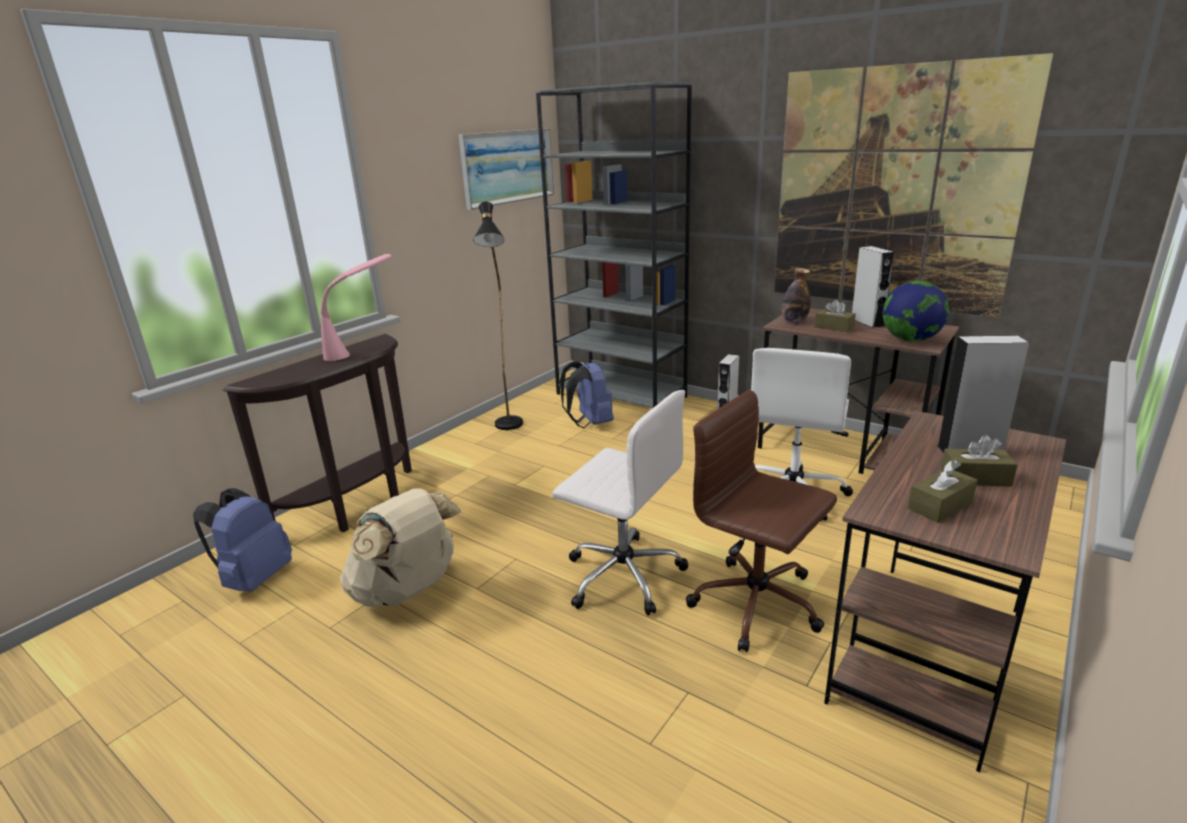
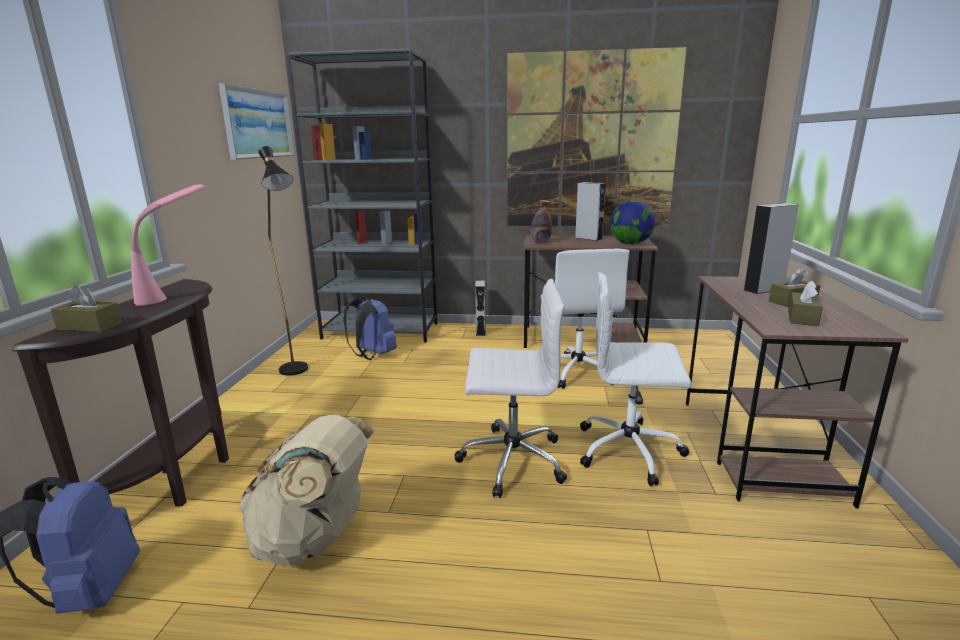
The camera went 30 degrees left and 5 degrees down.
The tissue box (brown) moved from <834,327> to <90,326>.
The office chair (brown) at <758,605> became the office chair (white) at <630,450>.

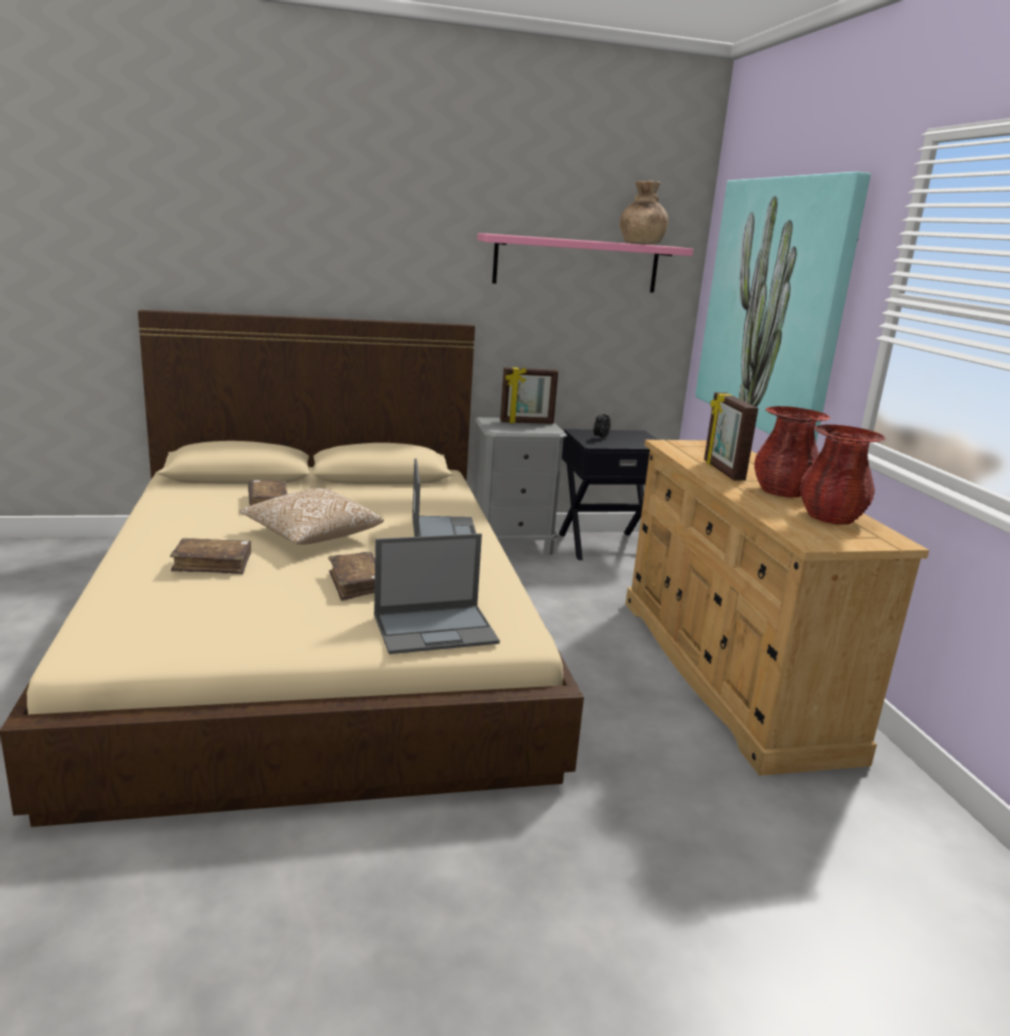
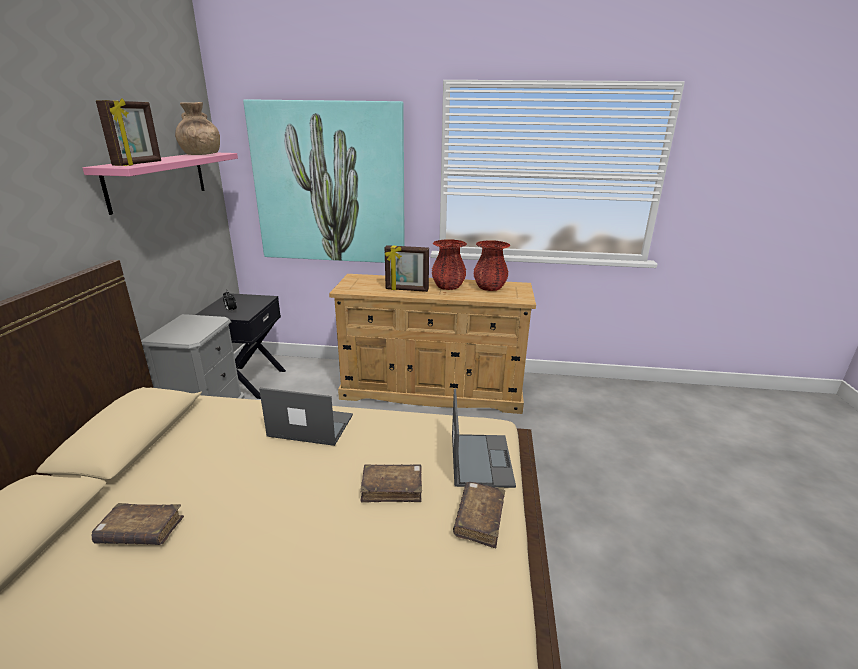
The camera went 70 degrees left and 5 degrees up.
The picture frame moved from <527,423> to <139,164>.
The volume (brown) moved from <213,564> to <479,519>.
The pillow at <311,536> disappeared.

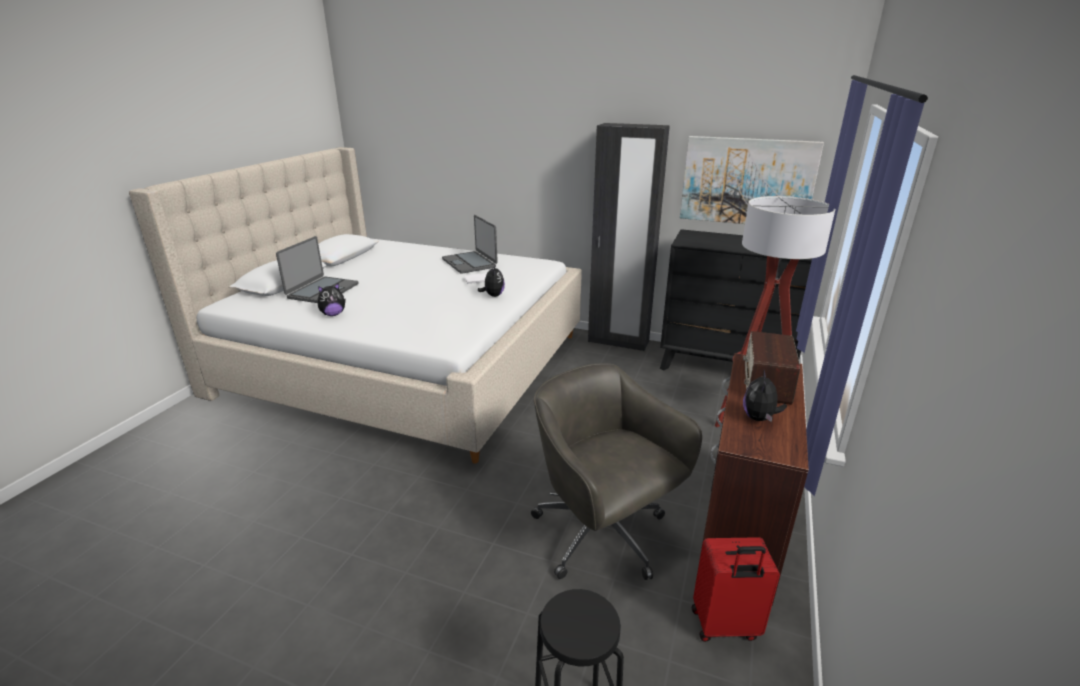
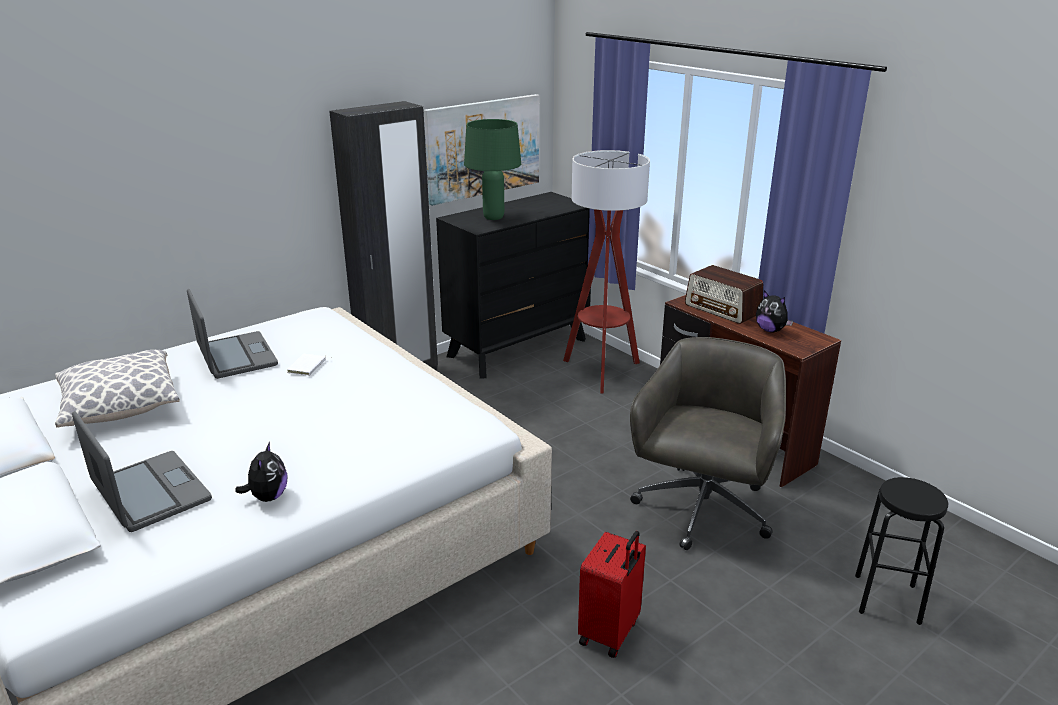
The camera went 60 degrees left and 0 degrees up.
The pillow at <120,407> appeared.
The laptop at <470,263> turned 120 degrees counterclockwise.
The table lamp (greenish) at <493,217> appeared.
The piece of luggage (red-coloured) moved from <725,626> to <610,633>.
The office chair (grey) at <603,536> turned 120 degrees clockwise.
The cuddly toy at <493,295> disappeared.

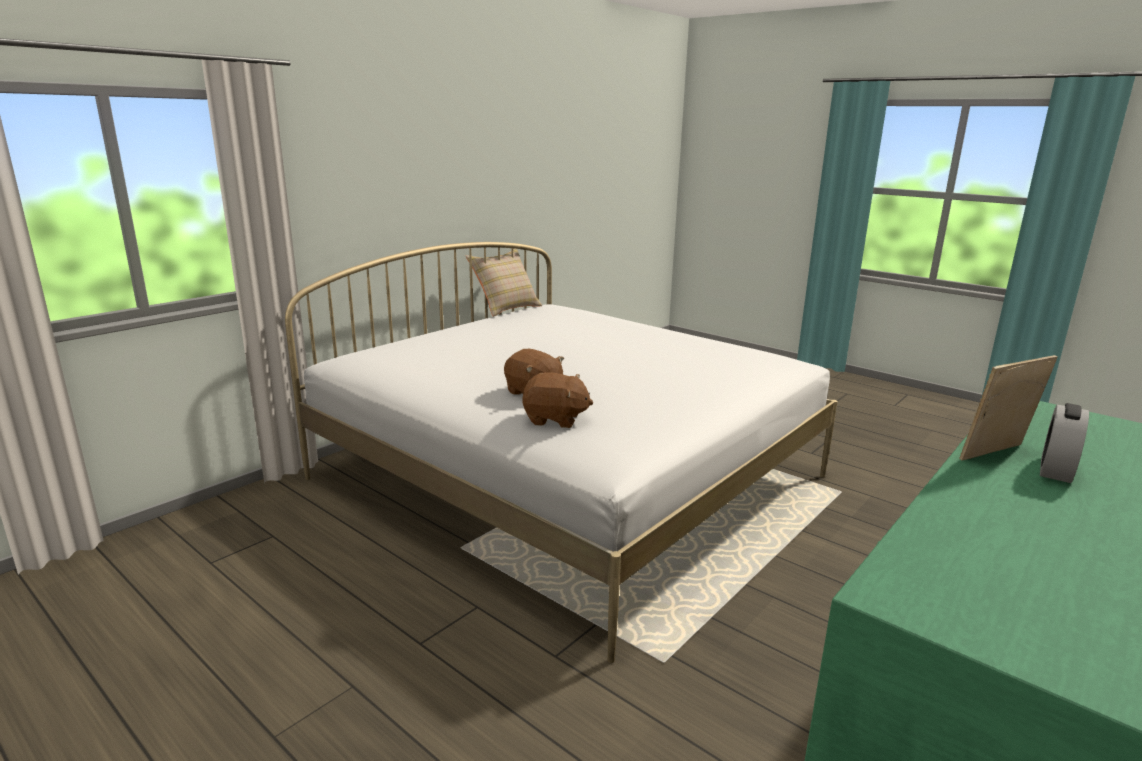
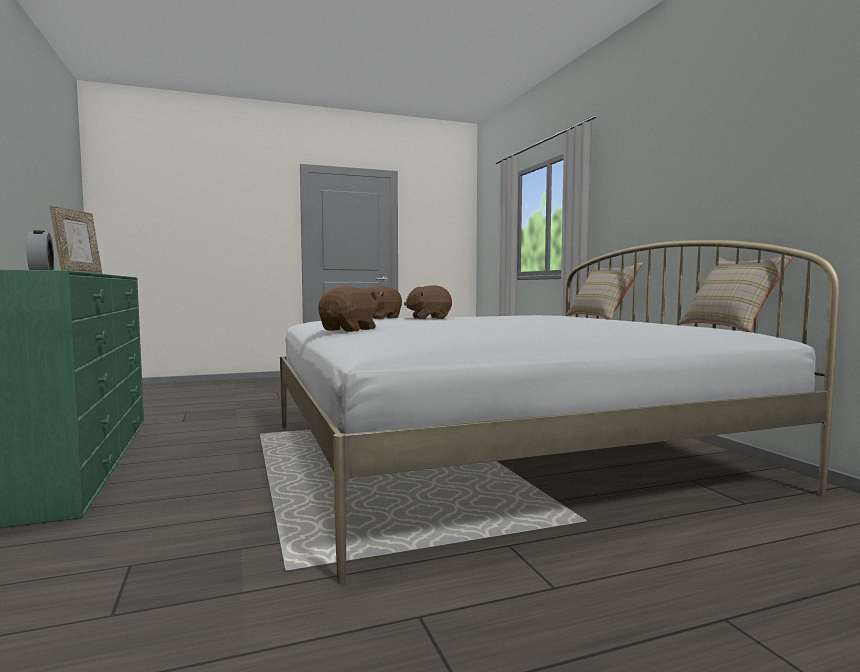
The camera went 120 degrees right and 15 degrees down.
The cuddly toy (brown) at <350,330> appeared.
The pillow (beige-coloured) at <601,317> appeared.

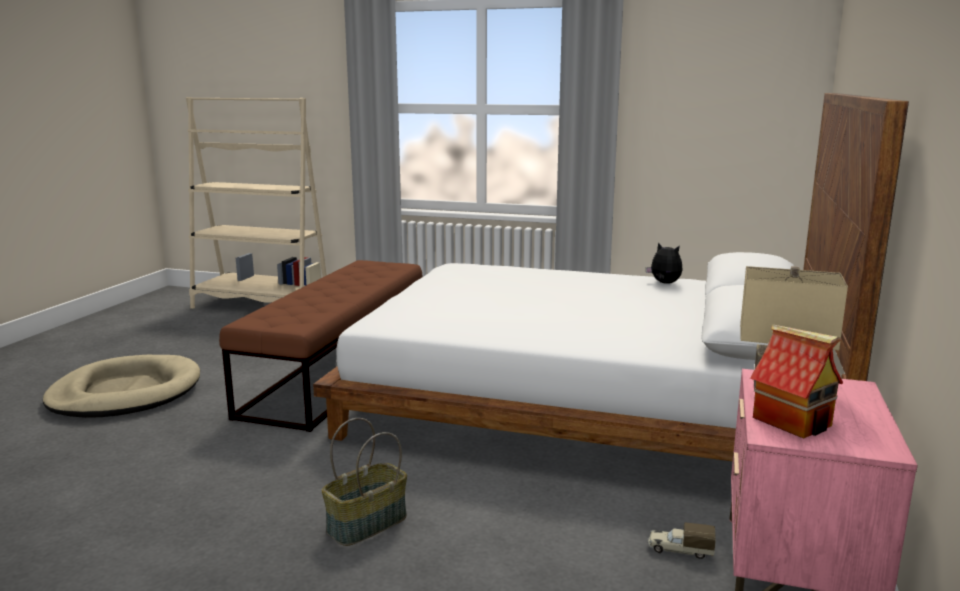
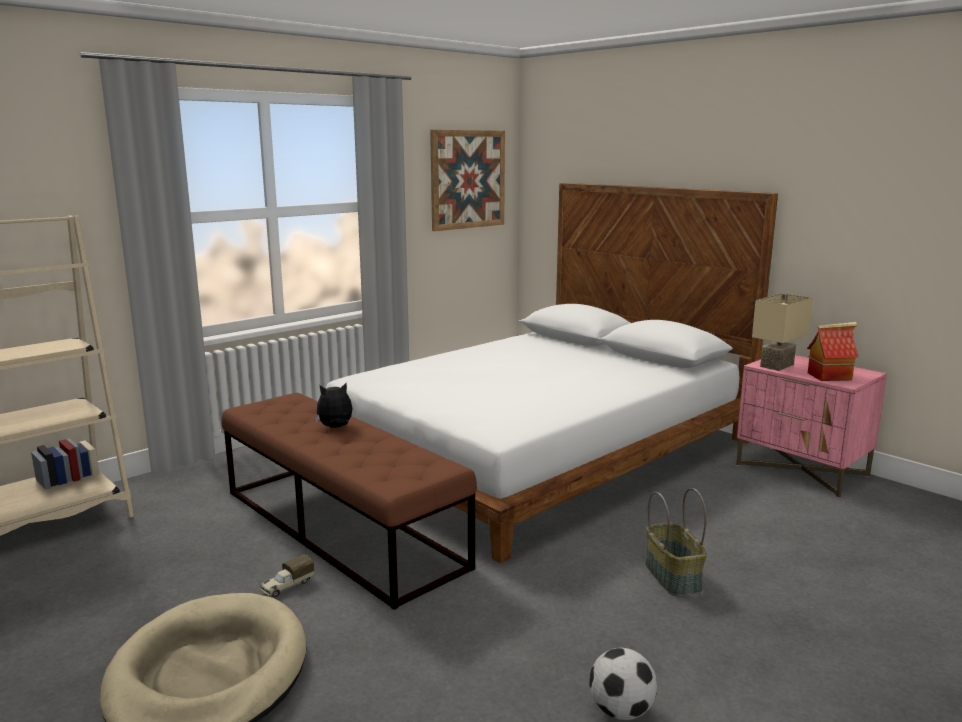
The camera went 60 degrees left and 0 degrees up.
The toy lorry moved from <680,550> to <287,586>.
The cuddly toy moved from <664,283> to <335,427>.
The picture at <468,179> appeared.
The football at <621,711> appeared.

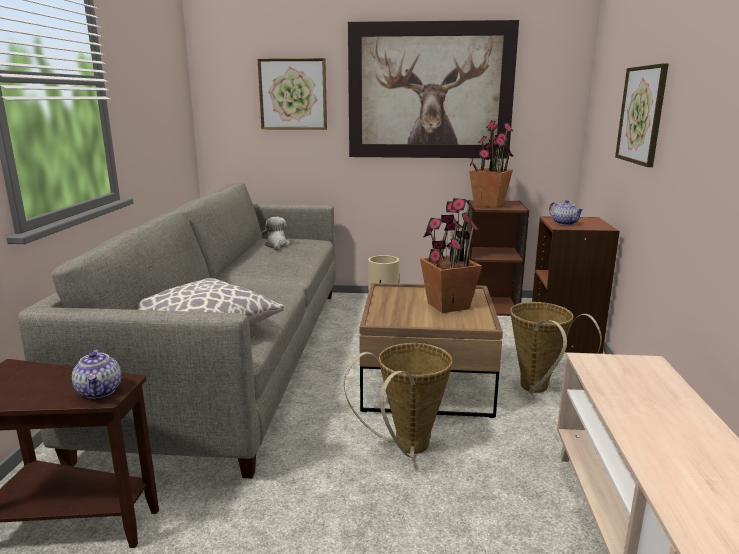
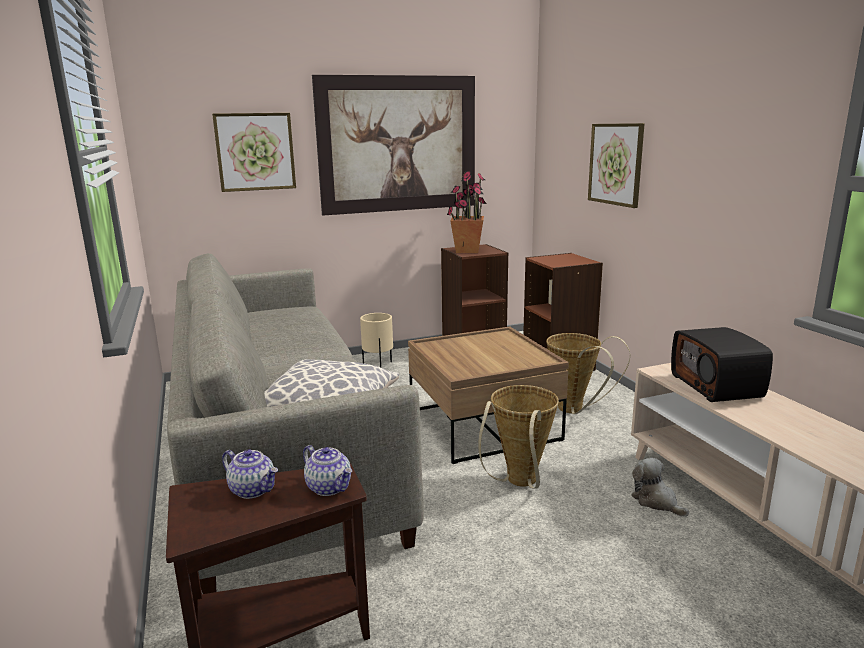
The camera went 25 degrees left and 0 degrees up.
The tea pot moved from <565,223> to <253,490>.
The cuddly toy moved from <276,245> to <656,501>.
The radio set at <717,386> appeared.
The houseplant at <447,305> disappeared.

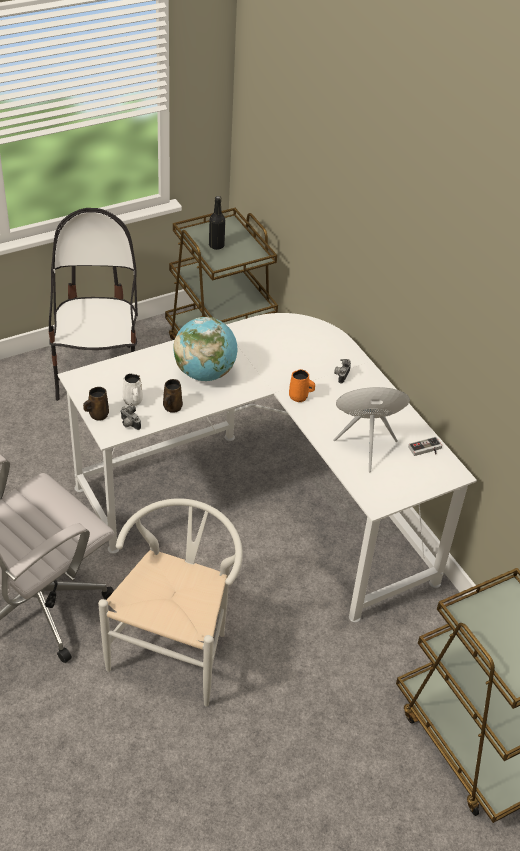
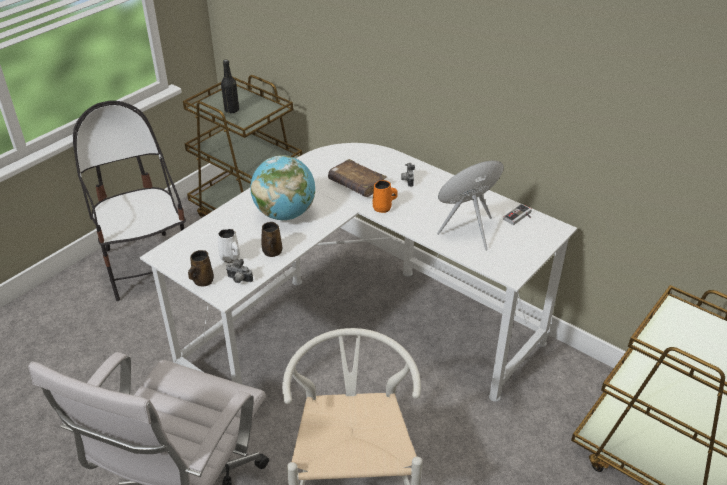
The camera went 20 degrees left and 5 degrees down.
The volume (brown) at <357,184> appeared.

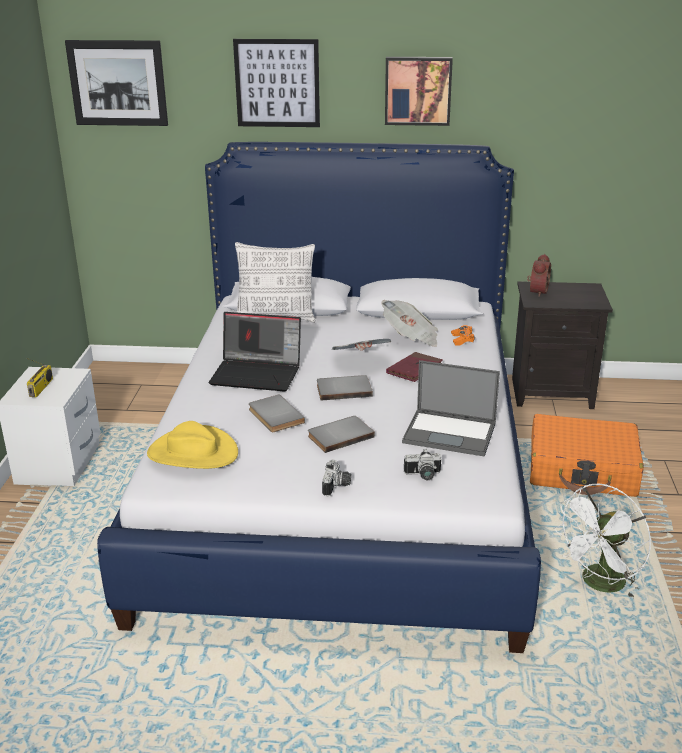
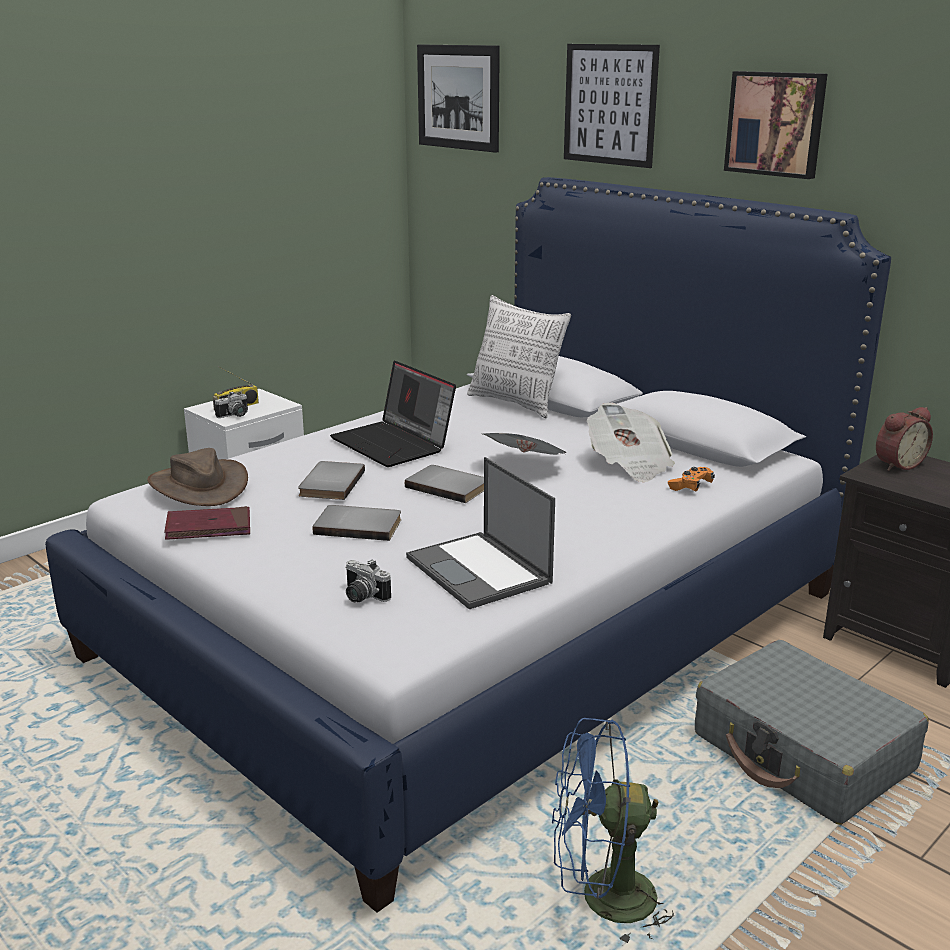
The camera went 40 degrees right and 5 degrees down.
The hat (yellowish) at <192,453> became the hat (brown) at <198,486>.
The volume (red-coloured) moved from <414,369> to <209,528>.
The still camera moved from <337,486> to <235,416>.
The fan (white) at <599,585> became the fan (bluish) at <602,900>.
The piece of luggage (orangey) at <582,470> became the piece of luggage (grey) at <803,752>.

